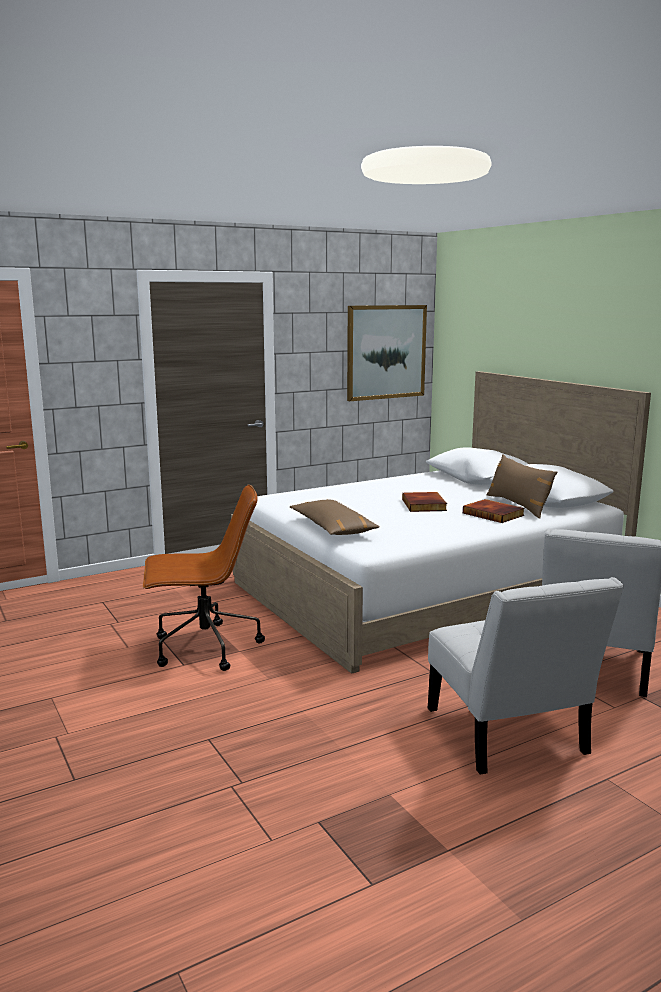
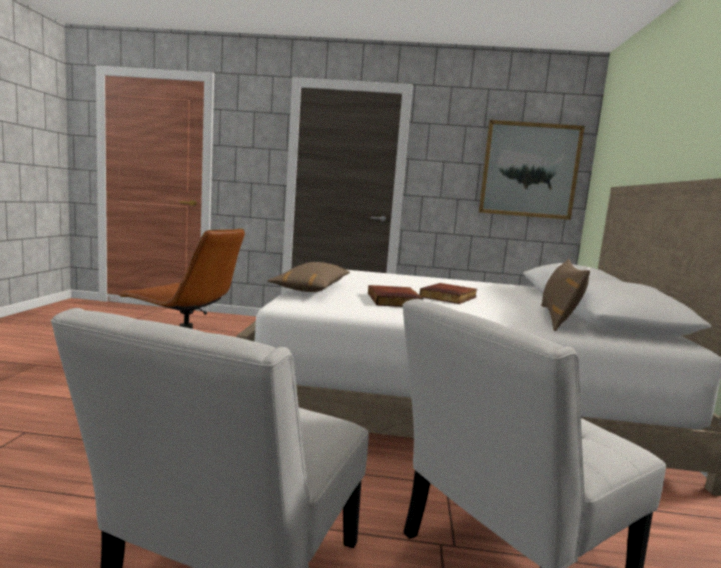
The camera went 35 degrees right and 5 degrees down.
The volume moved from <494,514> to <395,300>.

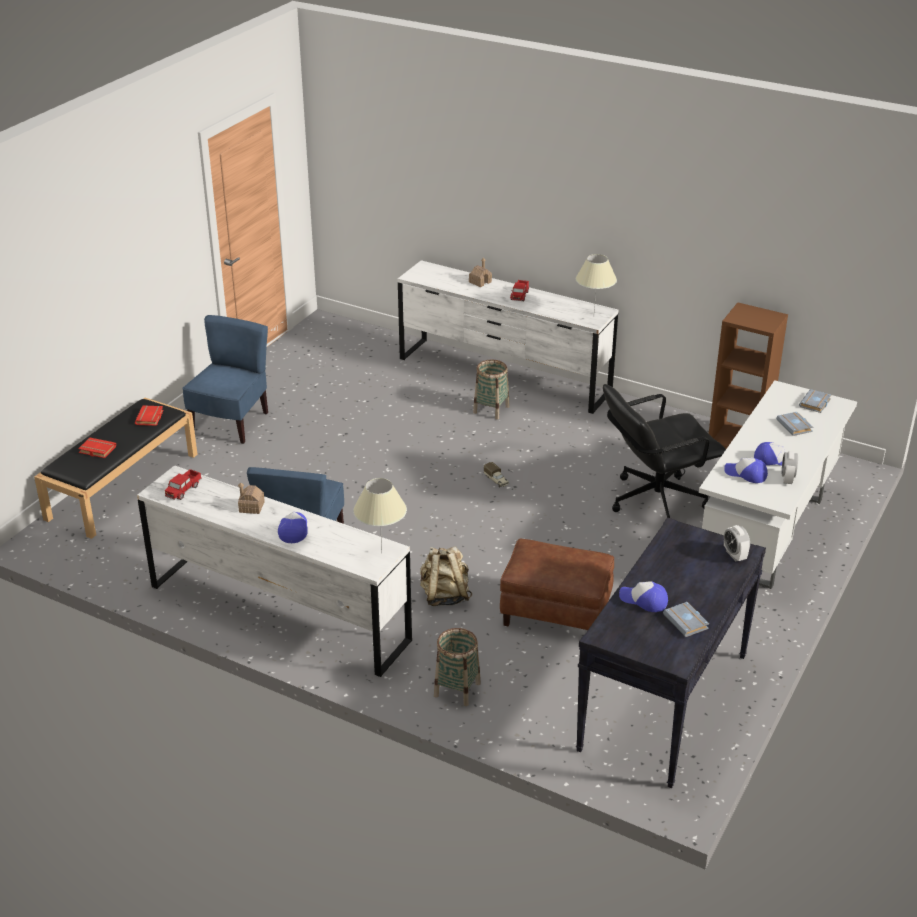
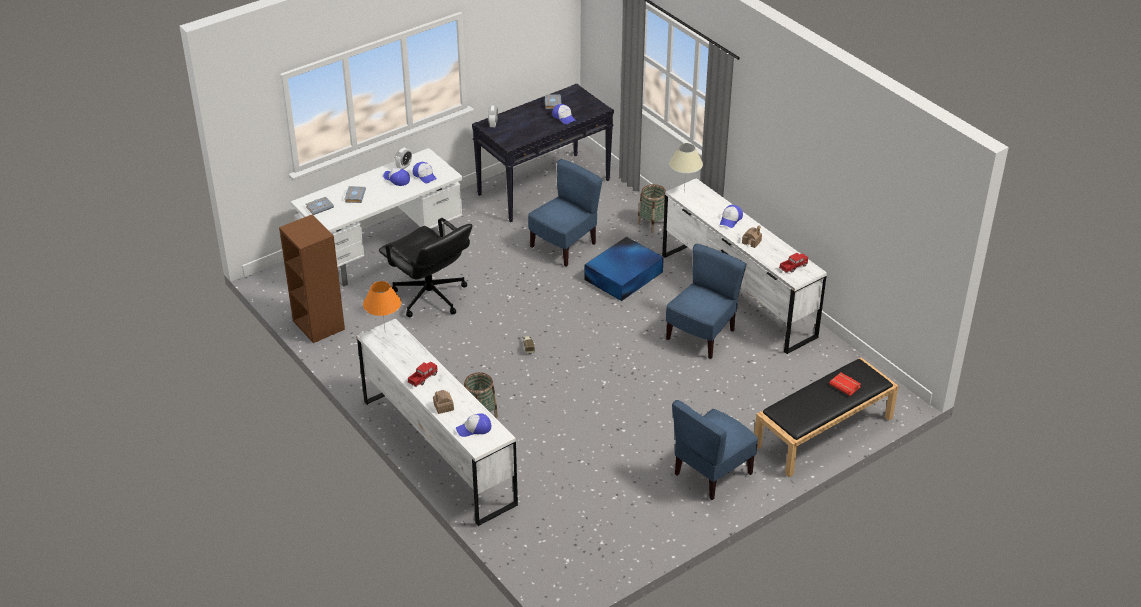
The camera went 155 degrees left and 5 degrees up.
The table lamp (beige-coloured) at <594,316> became the table lamp (orangey) at <385,333>.
The office chair (black) at <655,500> turned 45 degrees clockwise.
The baseball cap at <474,429> appeared.
The footrest (brown) at <555,613> was replaced by the chair (bluish) at <564,246>.
The backpack (beige-coloured) at <444,596> was replaced by the storage container (bluish) at <624,275>.
The volume (red-coloured) at <150,418> disappeared.

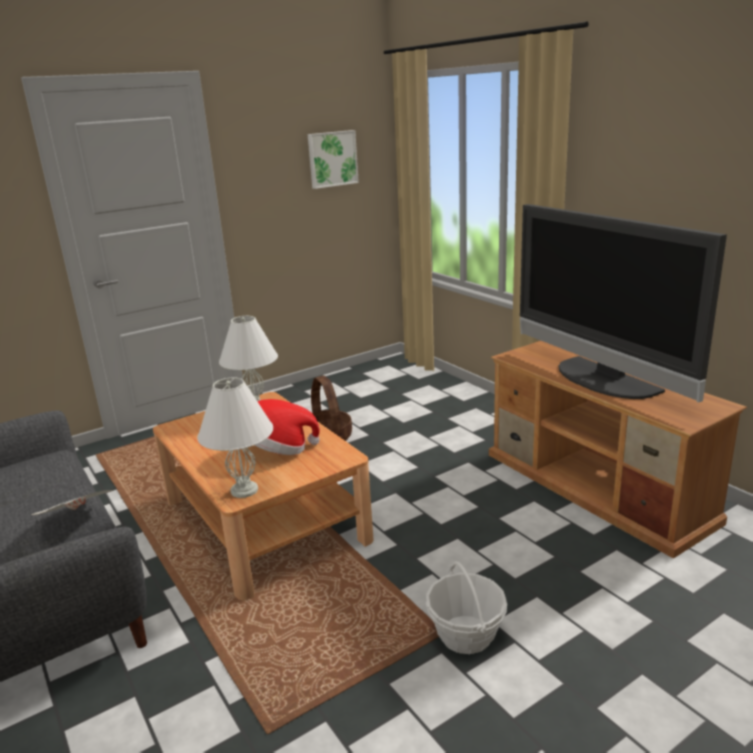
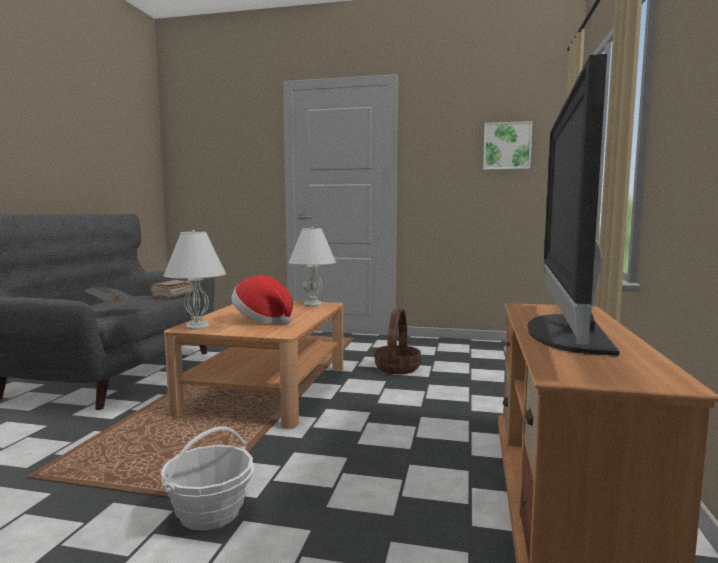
The camera went 45 degrees right and 15 degrees down.
The volume (brown) at <172,296> appeared.

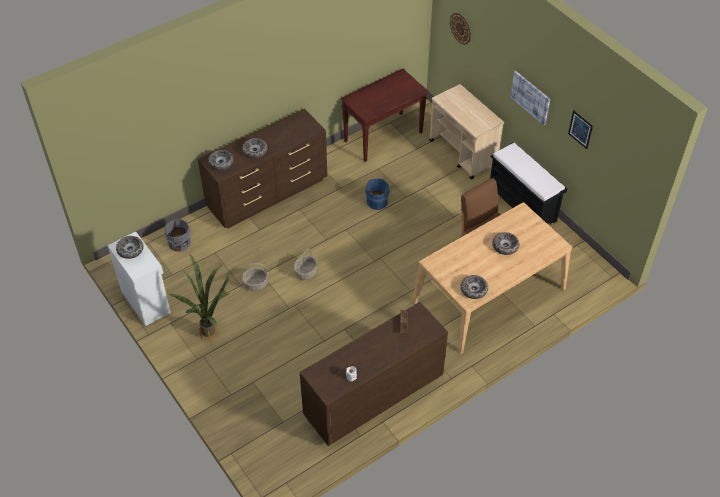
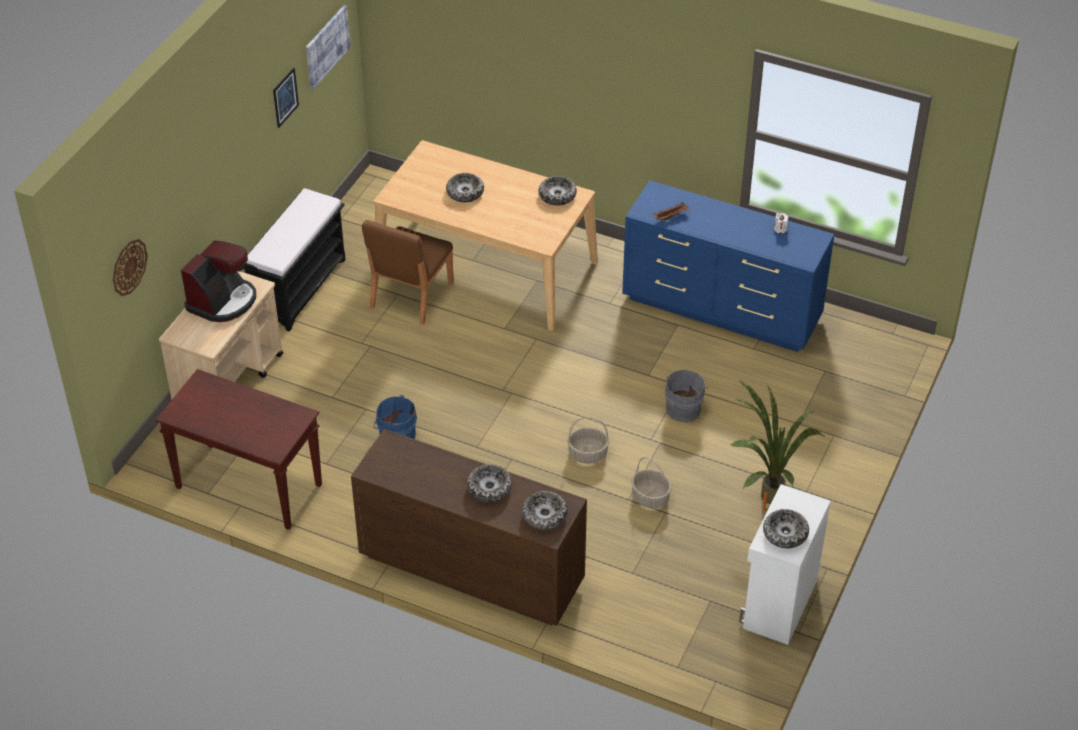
The camera went 120 degrees left and 5 degrees down.
The coffee machine at <223,301> appeared.
The picture moved from <530,97> to <326,46>.
The drawer chest (brown) at <372,397> became the drawer chest (bluish) at <722,310>.
The water bucket (grey) moved from <180,244> to <684,408>.

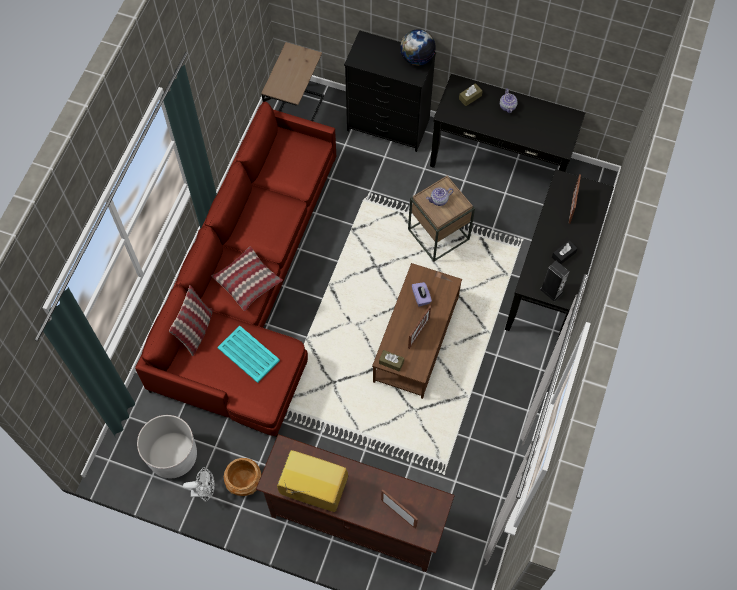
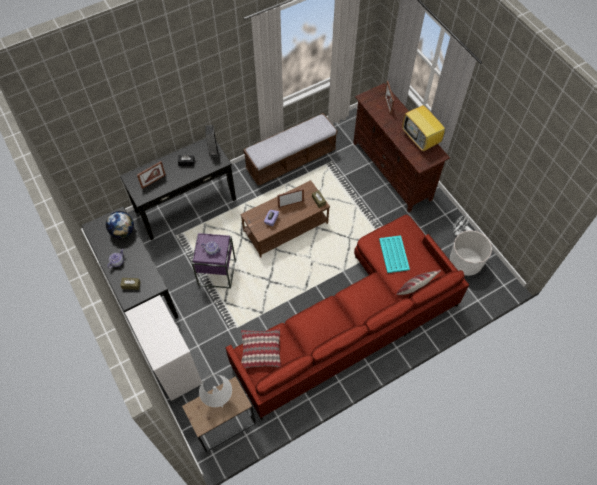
The camera went 140 degrees left and 5 degrees down.
The world globe moved from <417,58> to <123,231>.
The drawer chest (black) at <389,125> became the drawer chest (white) at <173,365>.
The end table (brown) at <438,234> became the end table (purplish) at <217,272>.
The table lamp (white) at <218,400> appeared.
The pillow moved from <248,281> to <260,351>.
The long seat at <291,160> appeared.
The plant pot (brown) at <244,482> disappeared.

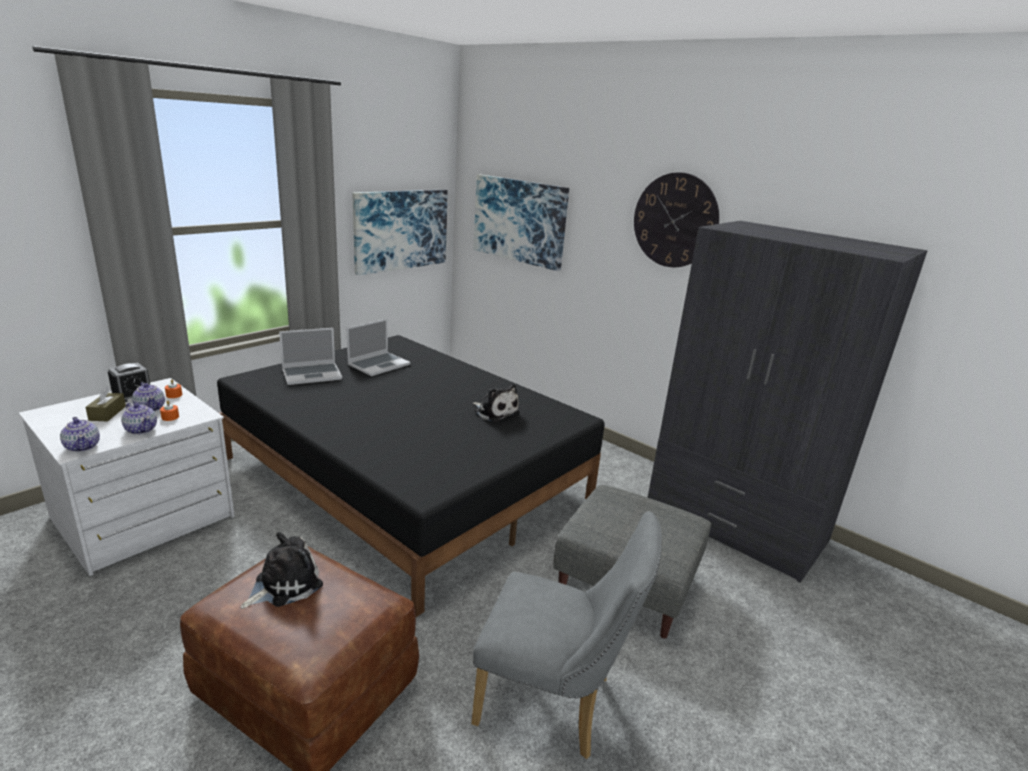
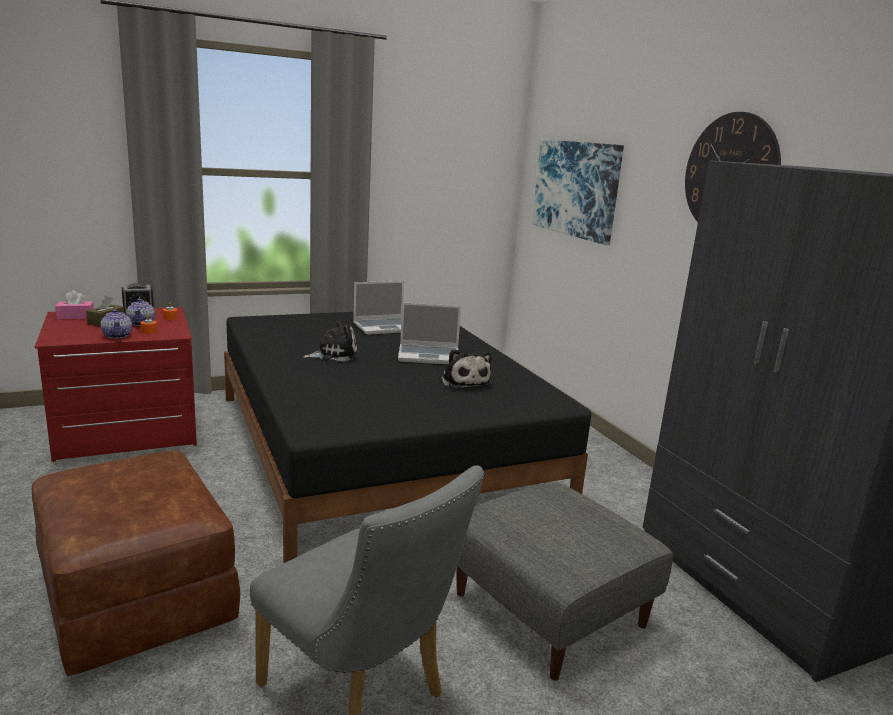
The camera went 25 degrees right and 5 degrees down.
The drawer chest (white) at <144,518> became the drawer chest (red-coloured) at <126,430>.
The tissue box (pinkish) at <75,316> appeared.
The cuddly toy moved from <284,584> to <334,355>.
The laptop moved from <312,374> to <429,356>.
The tea pot at <83,446> disappeared.
The picture at <401,230> disappeared.

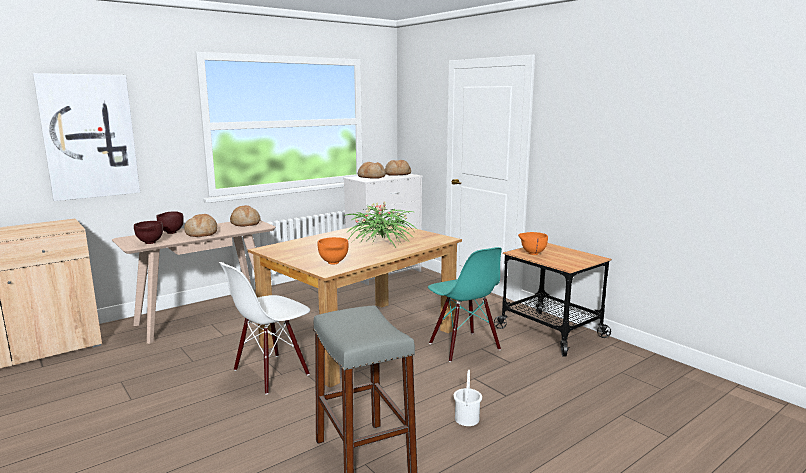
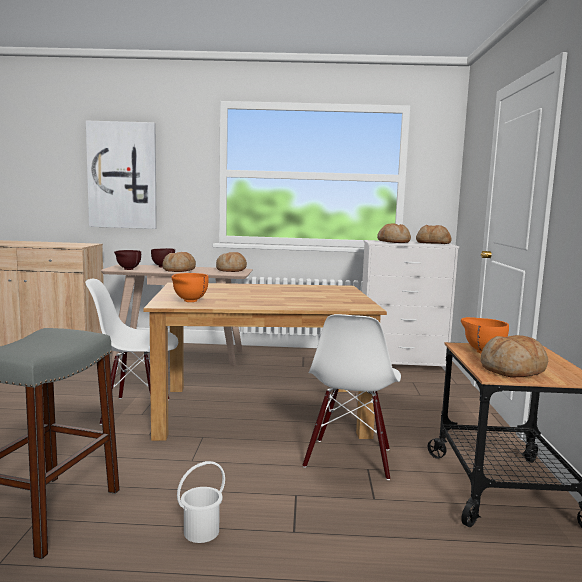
The camera went 40 degrees right and 5 degrees down.
The chair (blue-green) at <463,347> became the chair (white) at <349,458>.
The bread at <513,370> appeared.
The houseplant at <381,242> disappeared.

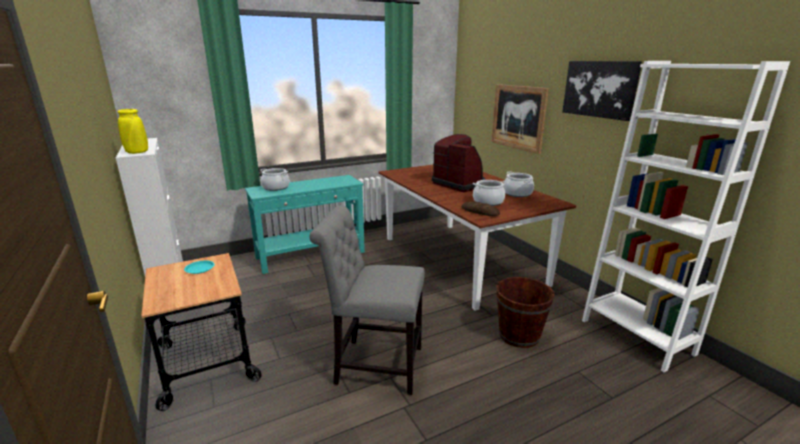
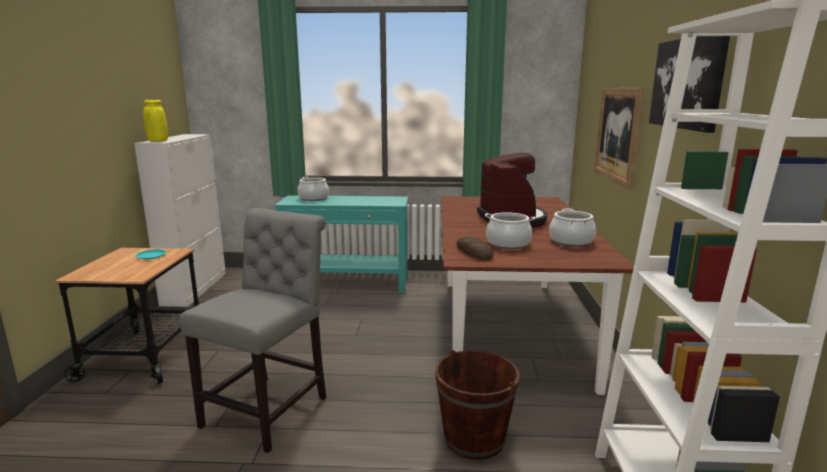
The camera went 30 degrees right and 5 degrees down.
The chair (grey) at <374,364> turned 75 degrees clockwise.

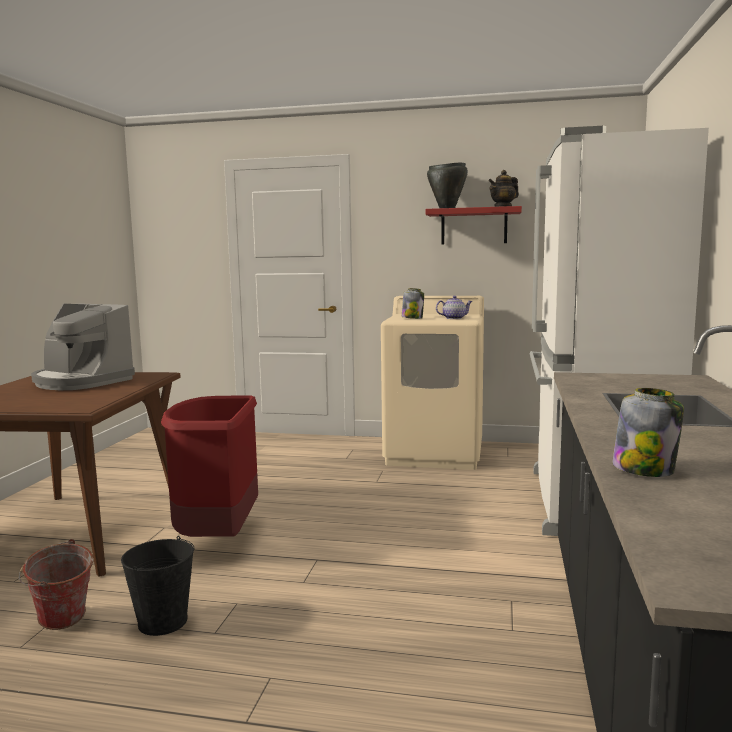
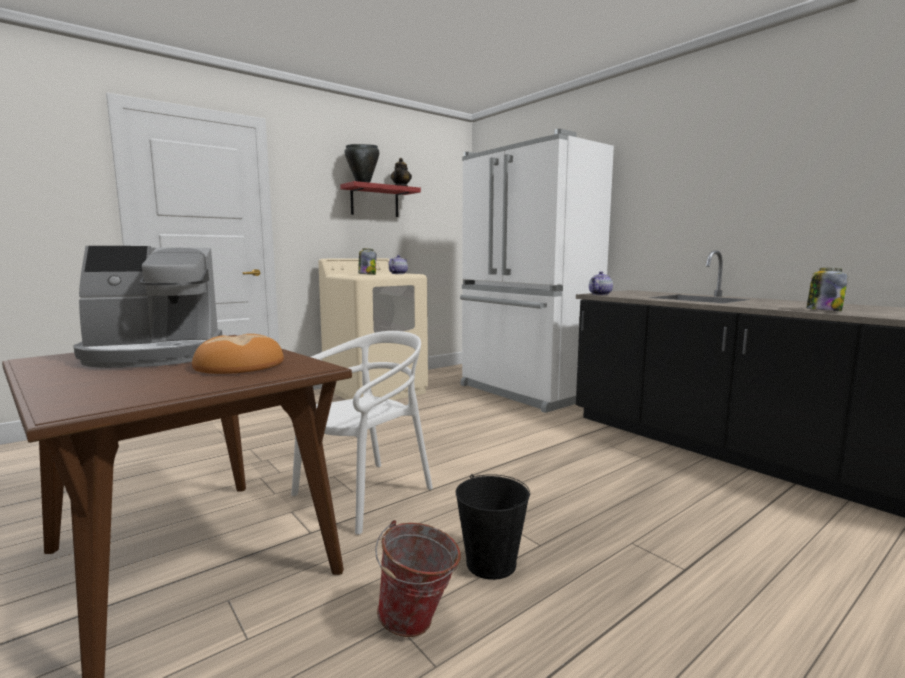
The camera went 50 degrees left and 0 degrees up.
The bread at <239,365> appeared.
The waste bin (red-coloured) at <217,537> was replaced by the chair (white) at <364,495>.
The tea pot at <600,294> appeared.

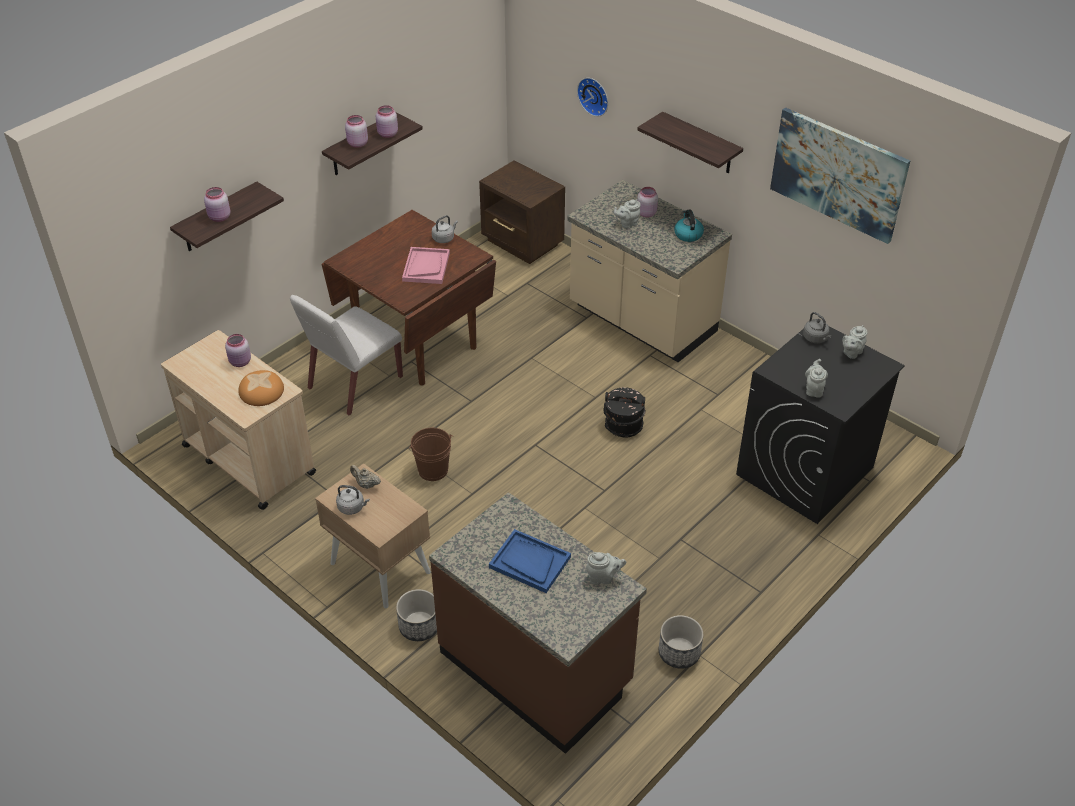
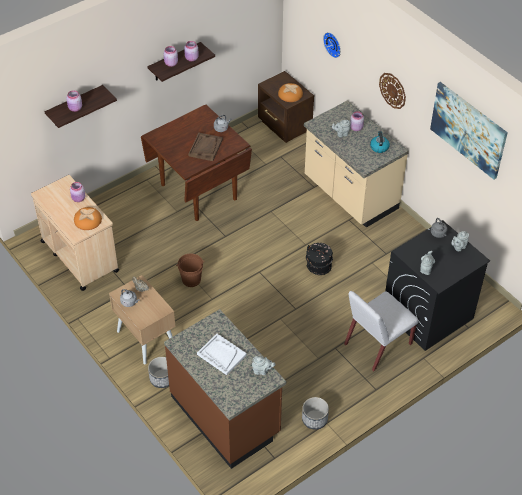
The camera went 10 degrees right and 5 degrees up.
The serving tray (pinkish) at <426,267> became the serving tray (brown) at <205,147>.
The serving tray (bluish) at <529,562> became the serving tray (white) at <221,355>.
The bread at <290,94> appeared.
The chair (white) moved from <354,383> to <377,344>.
The shelf at <700,144> was replaced by the hanging clock at <392,90>.

